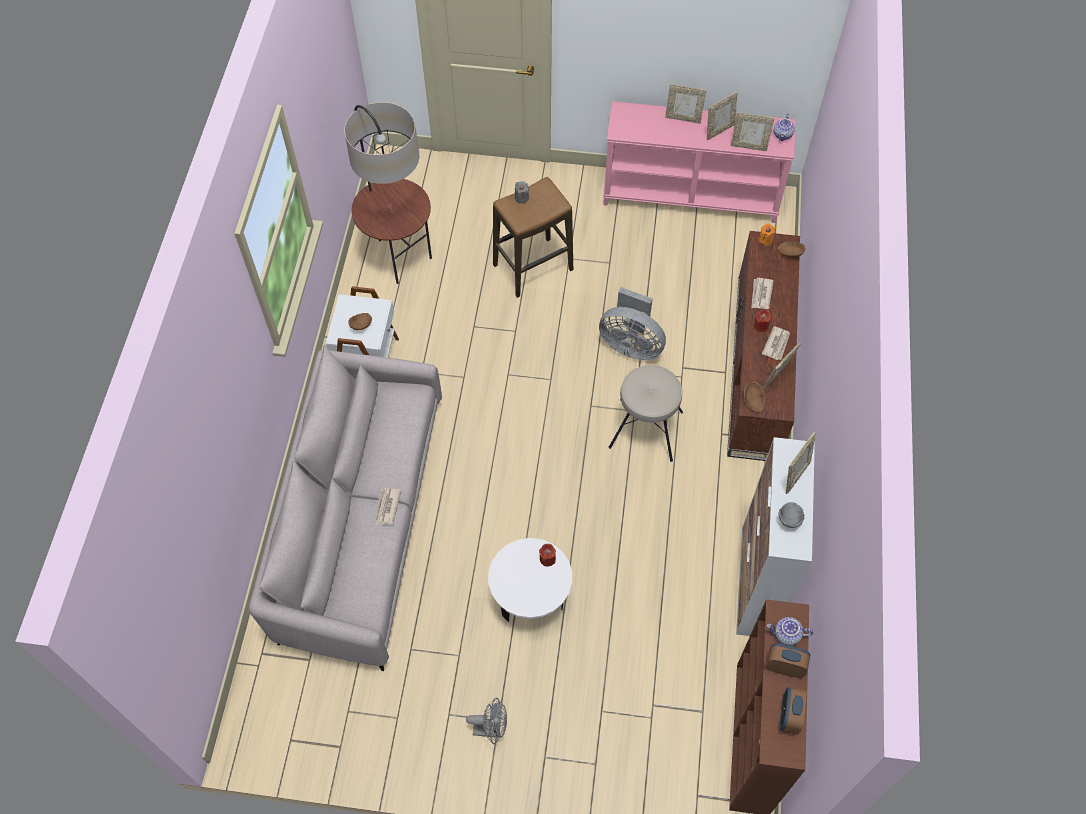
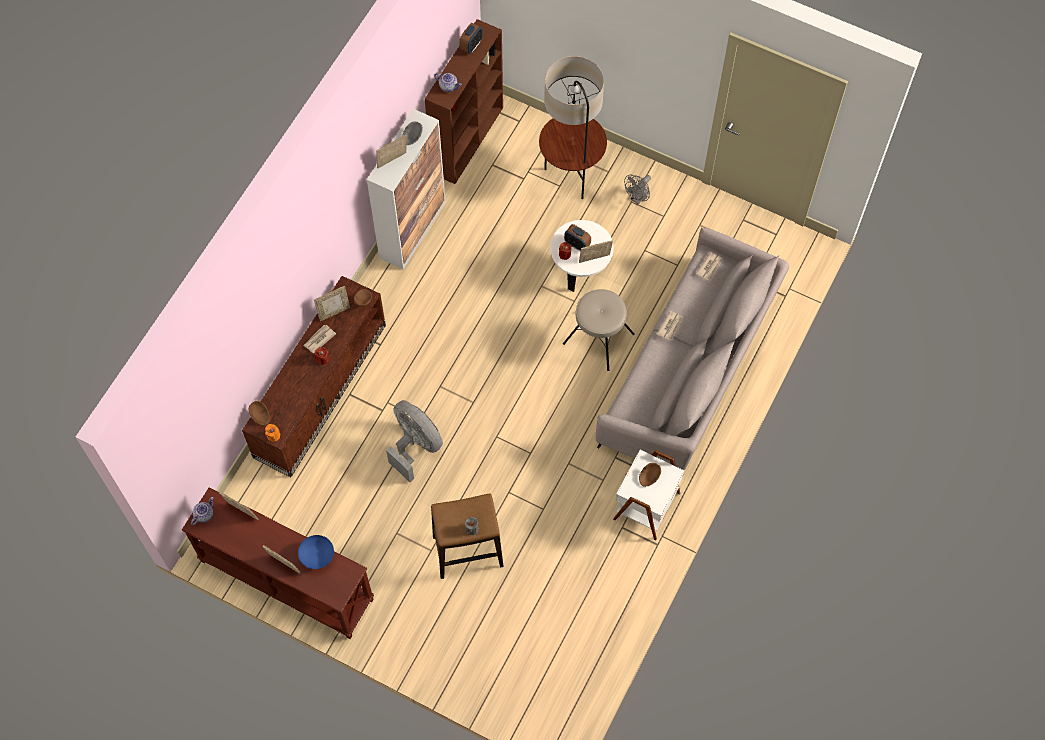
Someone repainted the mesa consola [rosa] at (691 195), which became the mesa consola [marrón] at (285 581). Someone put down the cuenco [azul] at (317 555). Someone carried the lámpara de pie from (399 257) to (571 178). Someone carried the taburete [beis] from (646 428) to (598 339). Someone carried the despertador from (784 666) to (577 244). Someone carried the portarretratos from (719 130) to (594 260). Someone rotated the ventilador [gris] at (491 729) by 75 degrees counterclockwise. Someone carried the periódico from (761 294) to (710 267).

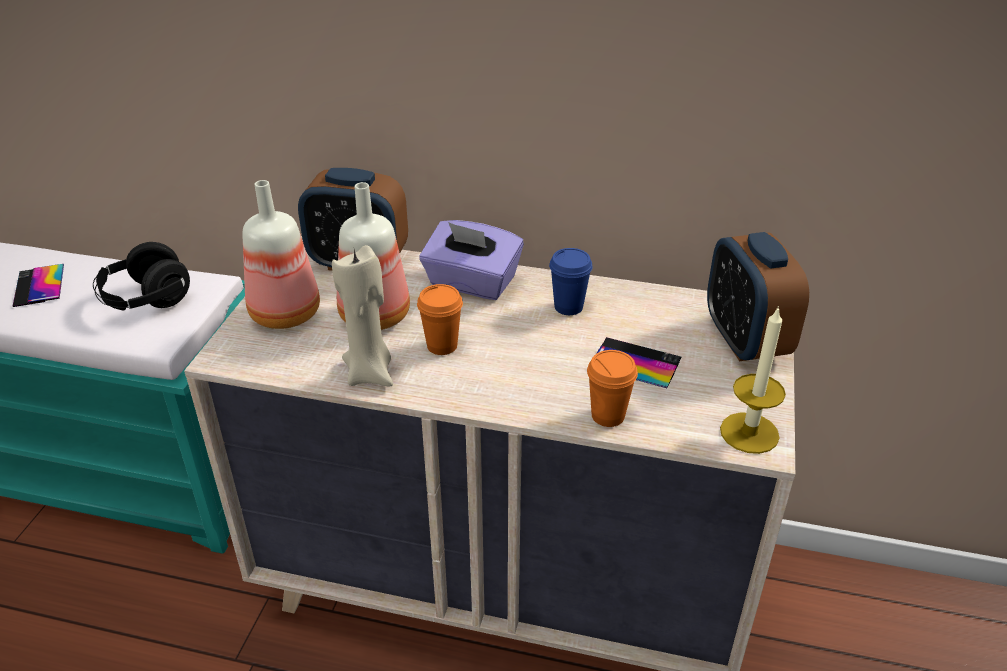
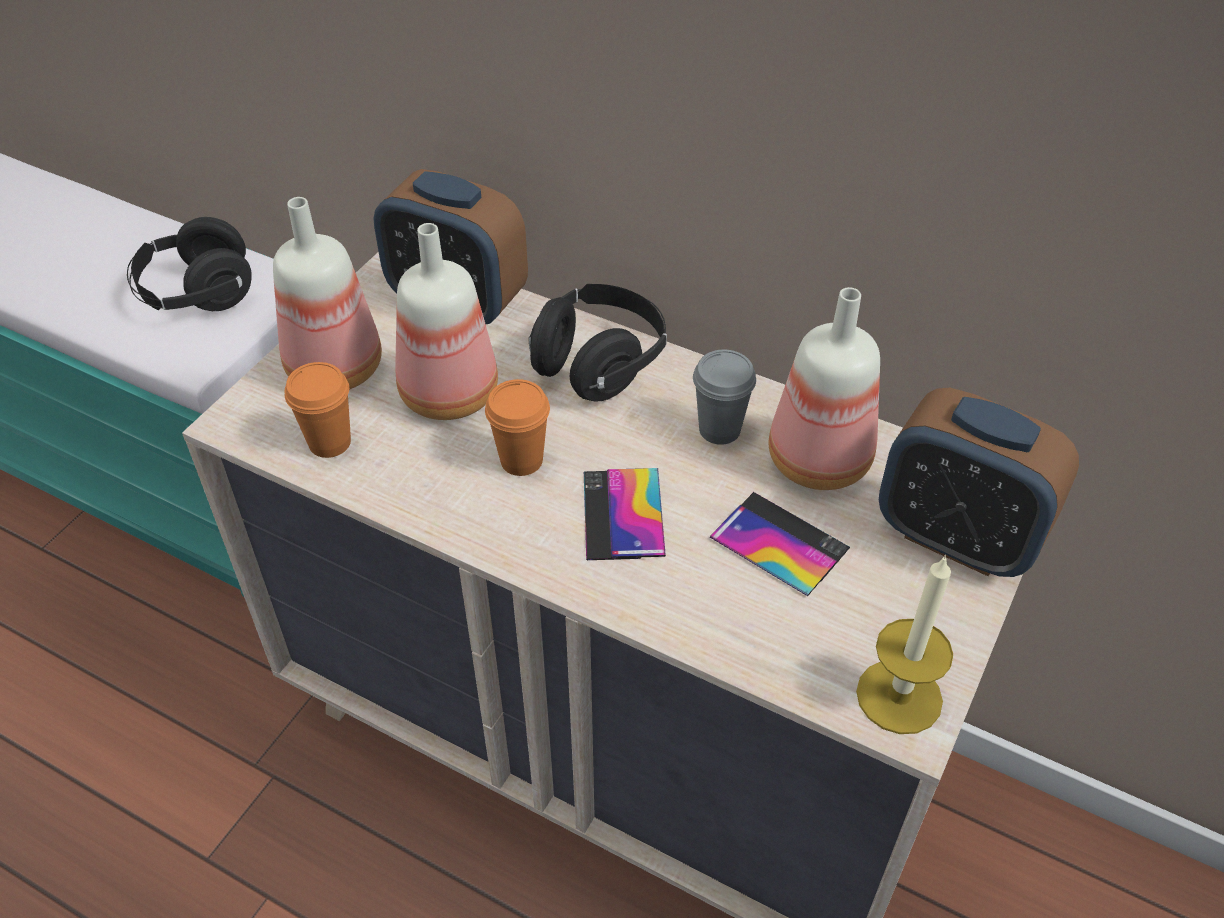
Someone carried the taza [naranja] from (608 416) to (329 442). Someone swapped the caja de pañuelos [morado] at (471 283) for the auriculares [negro] at (598 364). Someone carried the móvil from (39 285) to (623 514). Someone repainted the taza [azul] at (568 307), which became the taza [gris] at (719 430). Someone put down the botella at (820 463). Someone rotated the despertador at (745 340) by 60 degrees counterclockwise. Someone took away the vela [beis] at (370 373).

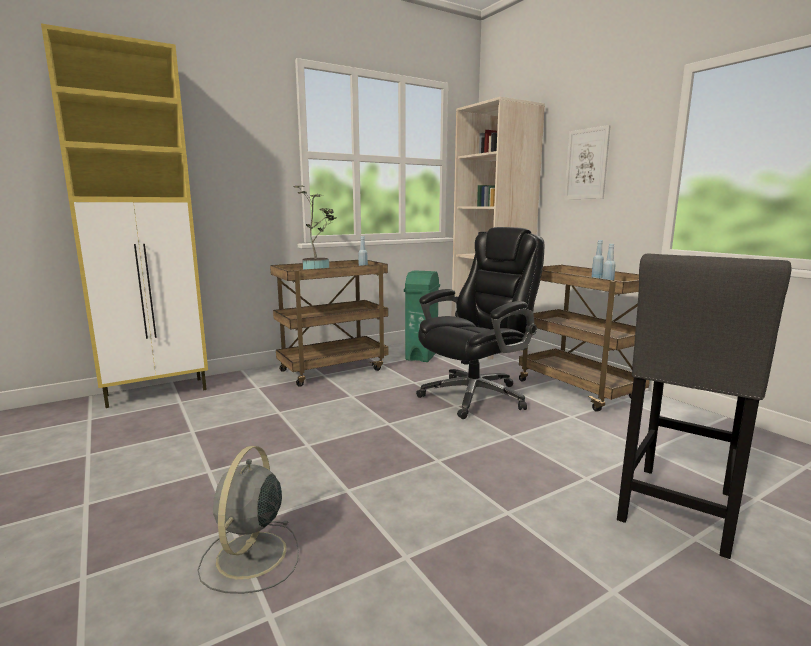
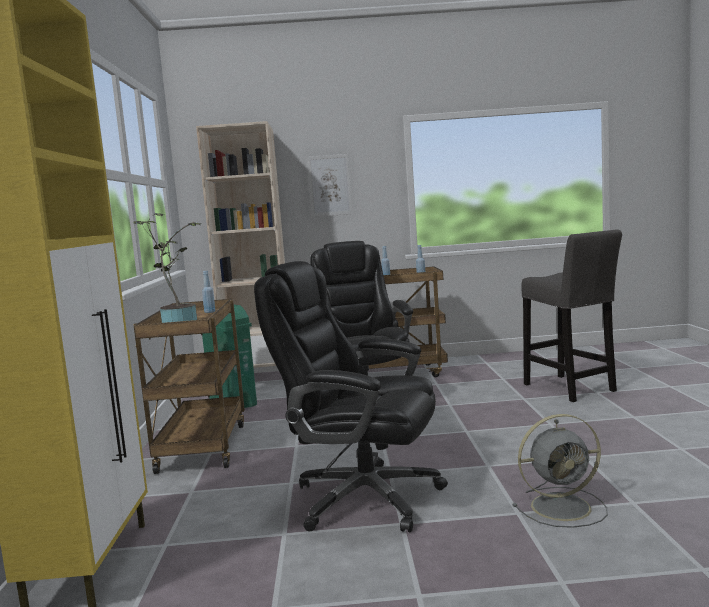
Someone put down the silla de oficina [negro] at (363 497). Someone rotated the ventilador [gris] at (250 557) by 45 degrees counterclockwise.

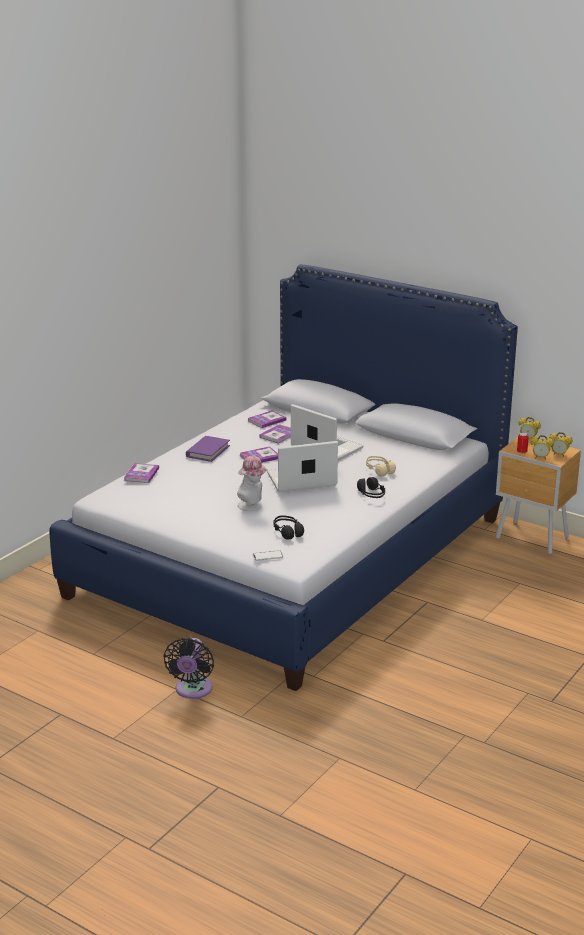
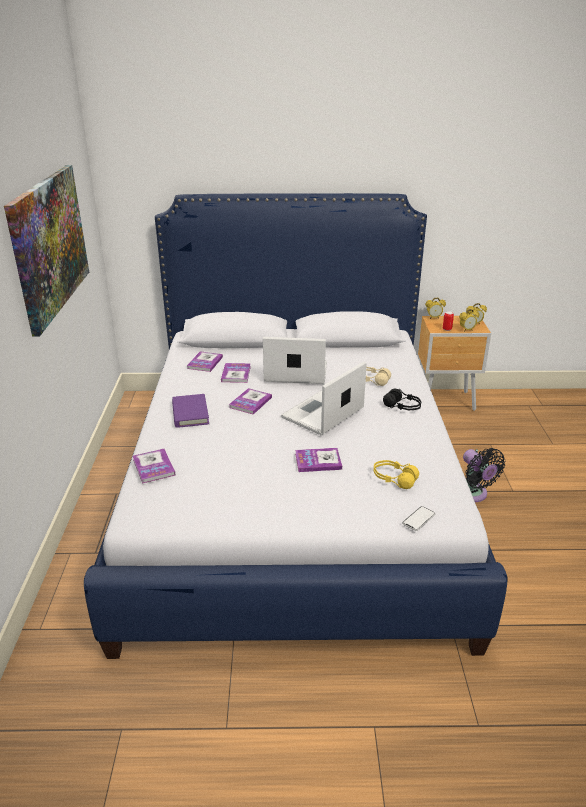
Someone put up the cuadro at (49 244). Someone swapped the sombrero at (252 506) for the libro at (318 461). Someone repainted the auriculares [negro] at (287 532), which became the auriculares [amarillo] at (394 479). Someone carried the ventilador [negro] from (192 690) to (472 494).

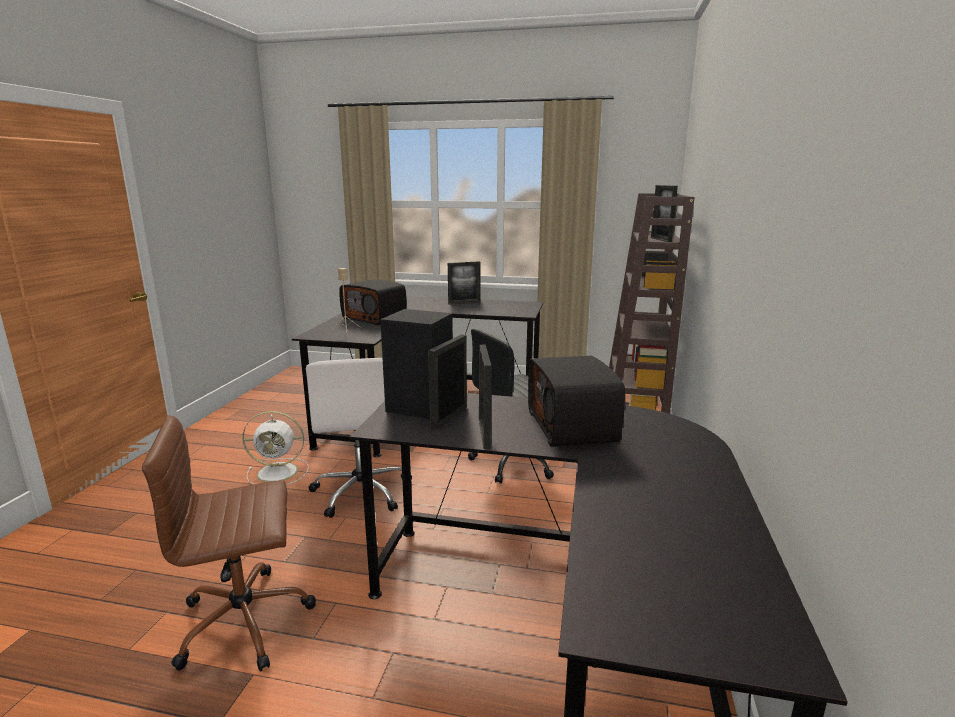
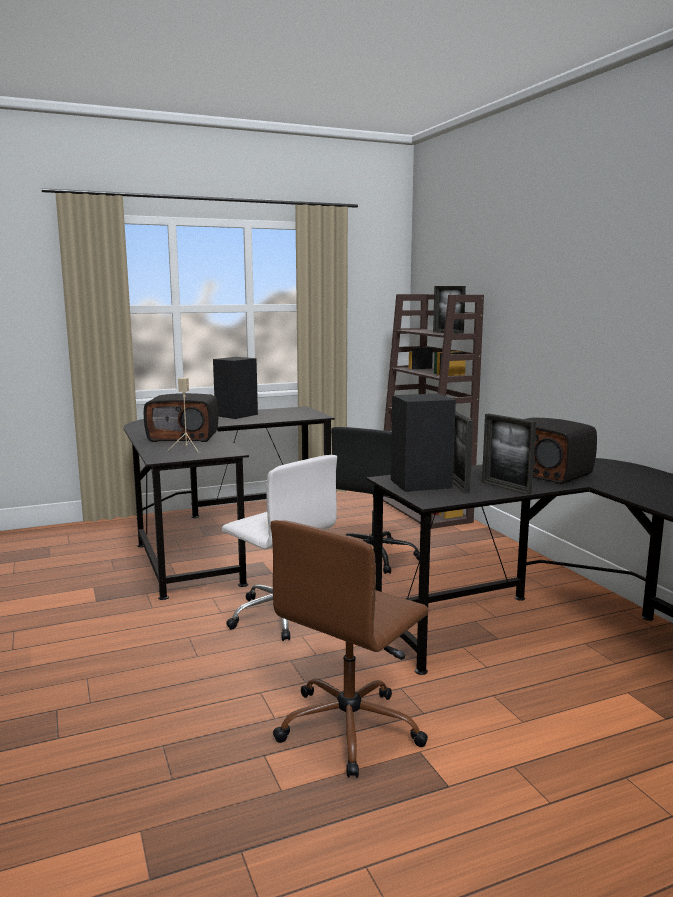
Someone swapped the portarretratos at (464 303) for the altavoz [negro] at (237 415). Someone took away the ventilador [blanco] at (279 472).

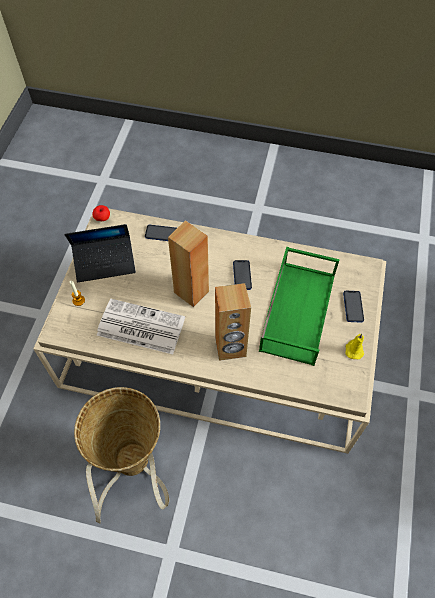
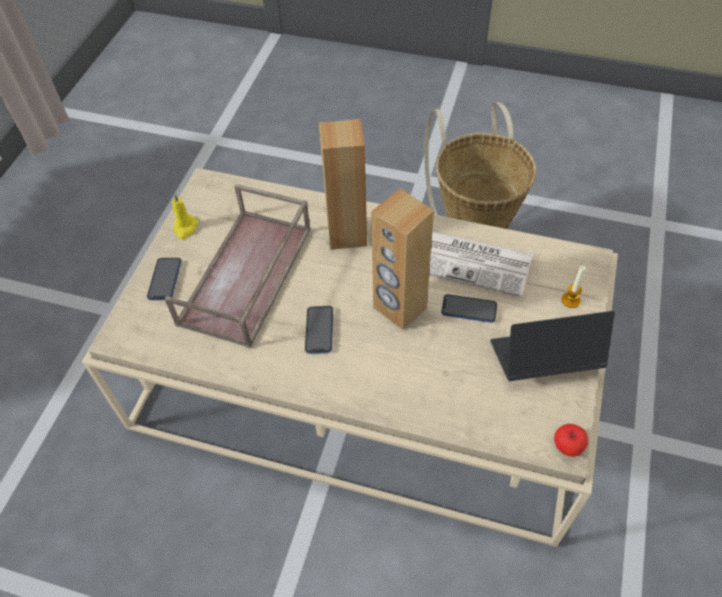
Someone repainted the bandeja [verde] at (297 310), which became the bandeja [marrón] at (247 277). Someone carried the móvil from (162 234) to (469 309).

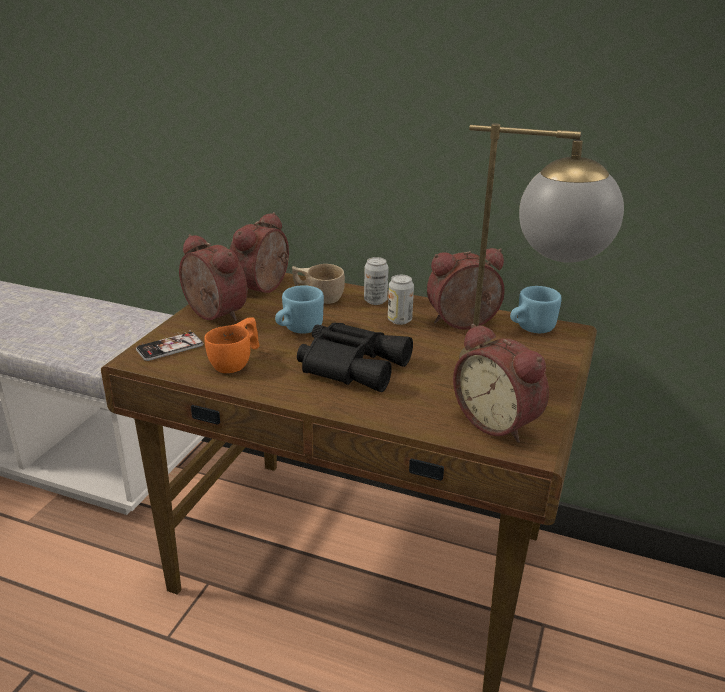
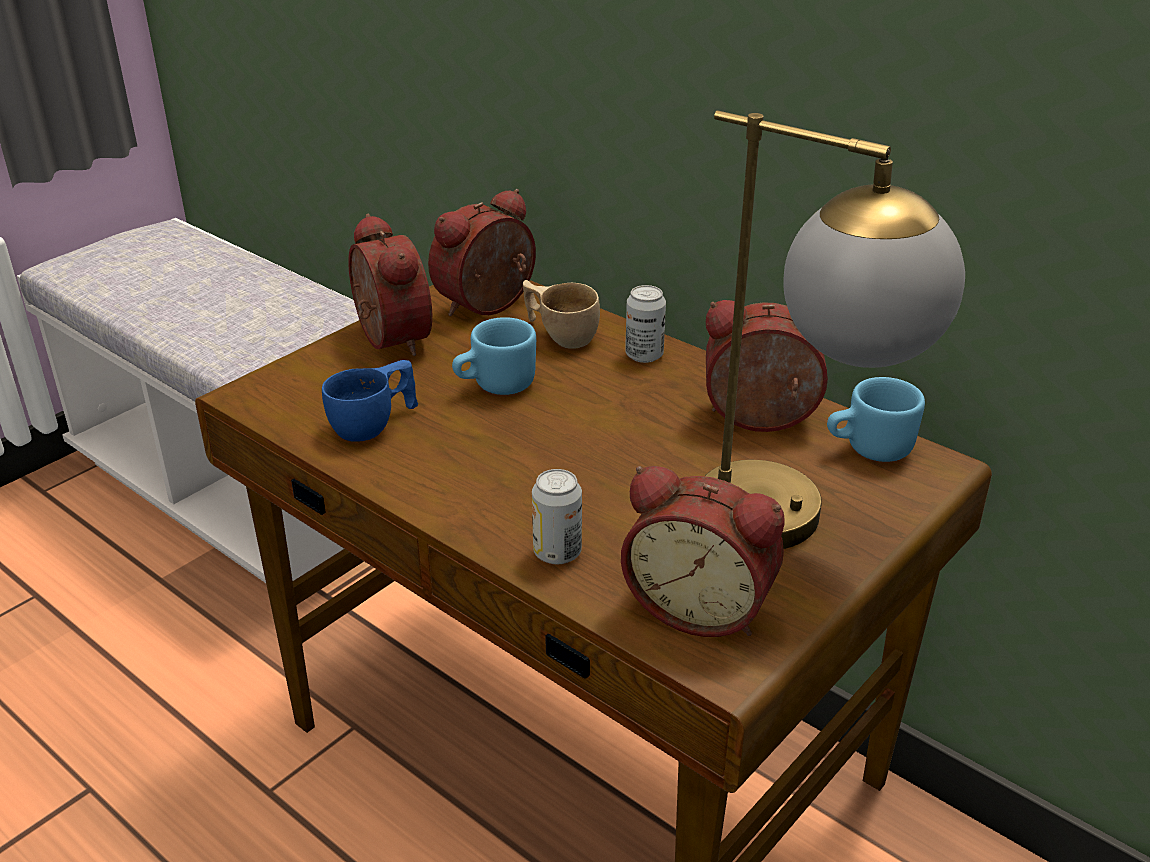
Someone repainted the taza [naranja] at (237 362), which became the taza [azul] at (375 425). Someone carried the lata from (399 320) to (557 552). Someone rotated the despertador at (499 421) by 45 degrees counterclockwise. Someone took away the móvil at (170 347). Someone took away the prismáticos [negro] at (353 364).

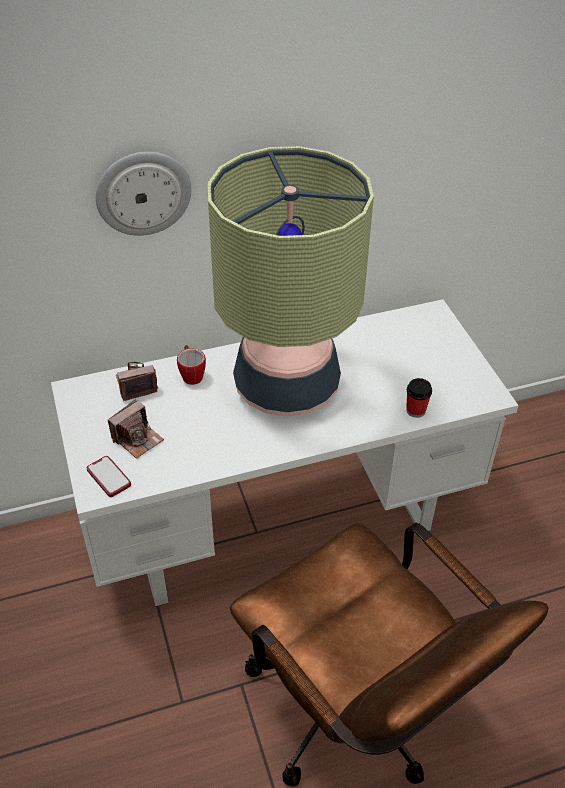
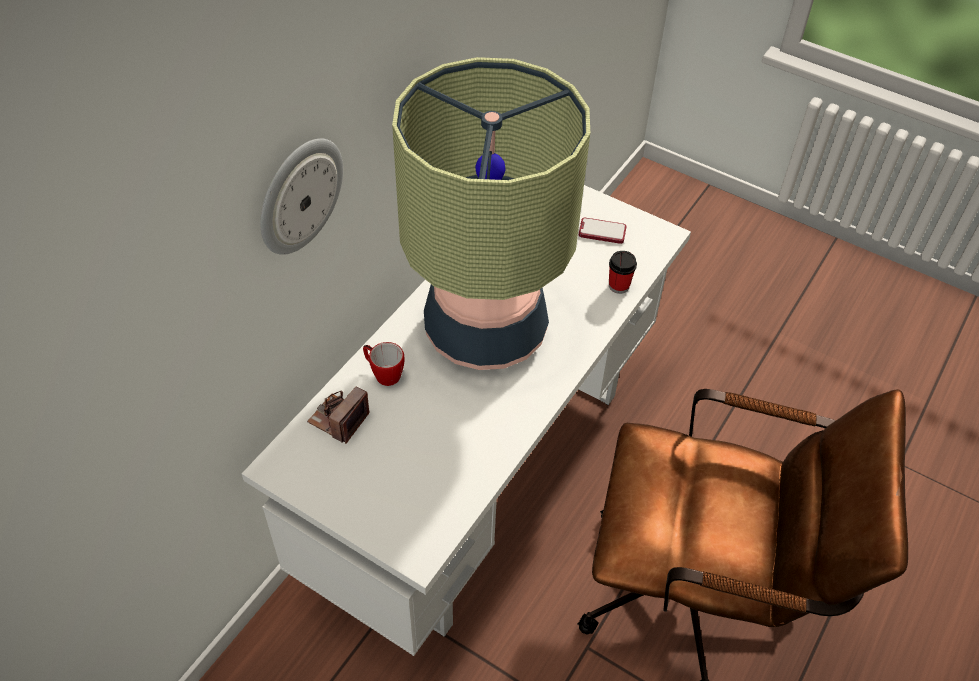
Someone carried the móvil from (109 477) to (602 232). Someone took away the cámara at (137 439).

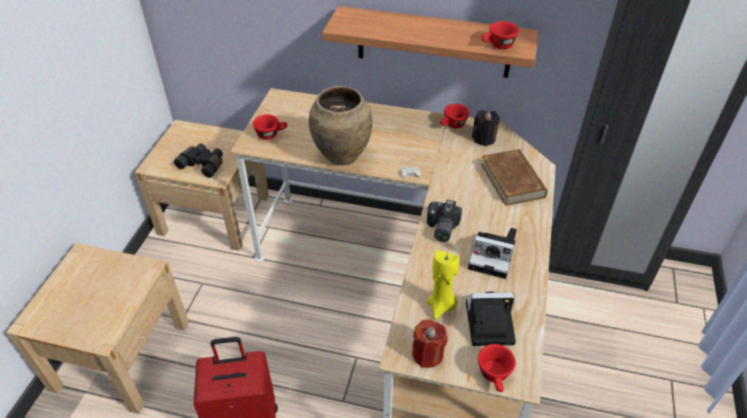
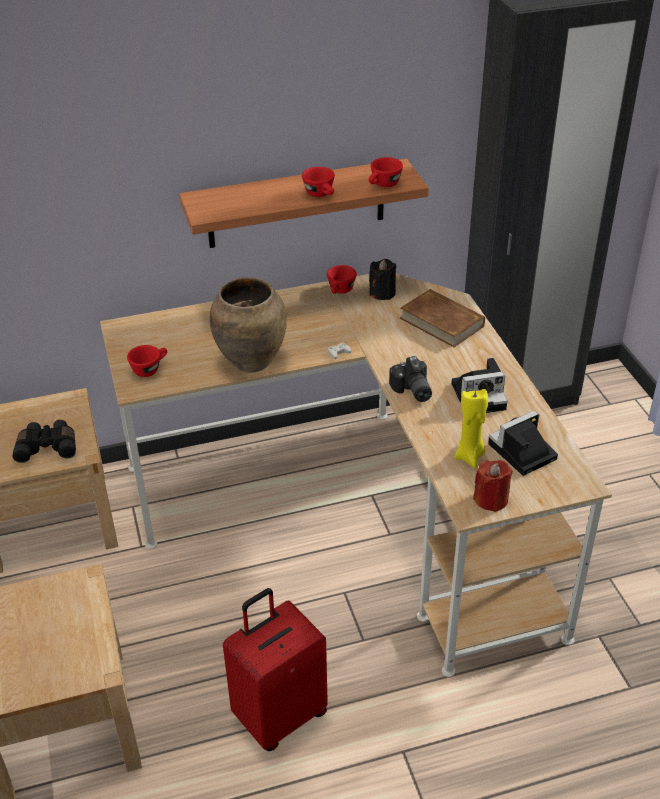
Someone carried the taza [rojo] from (495 377) to (321 195).

